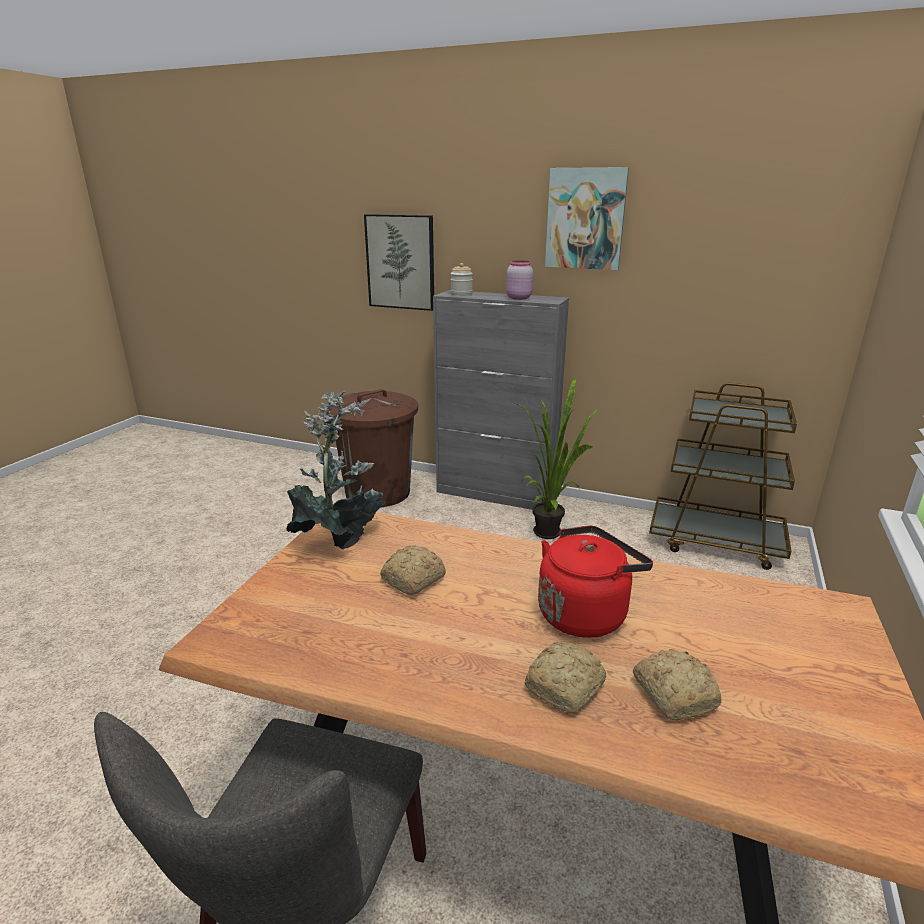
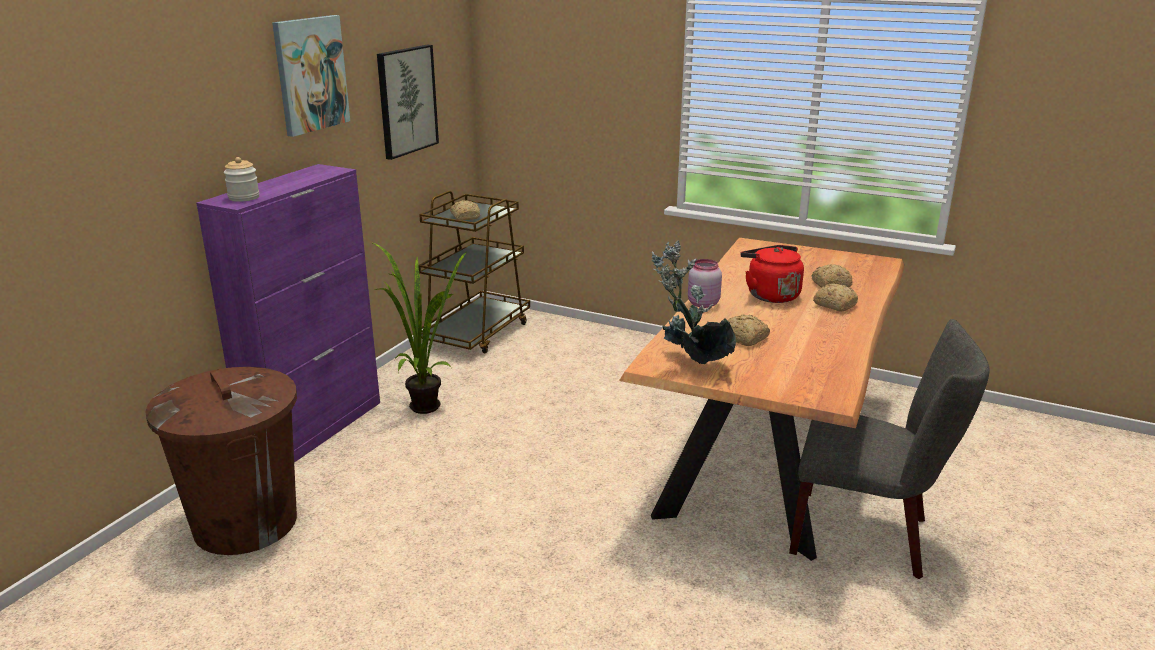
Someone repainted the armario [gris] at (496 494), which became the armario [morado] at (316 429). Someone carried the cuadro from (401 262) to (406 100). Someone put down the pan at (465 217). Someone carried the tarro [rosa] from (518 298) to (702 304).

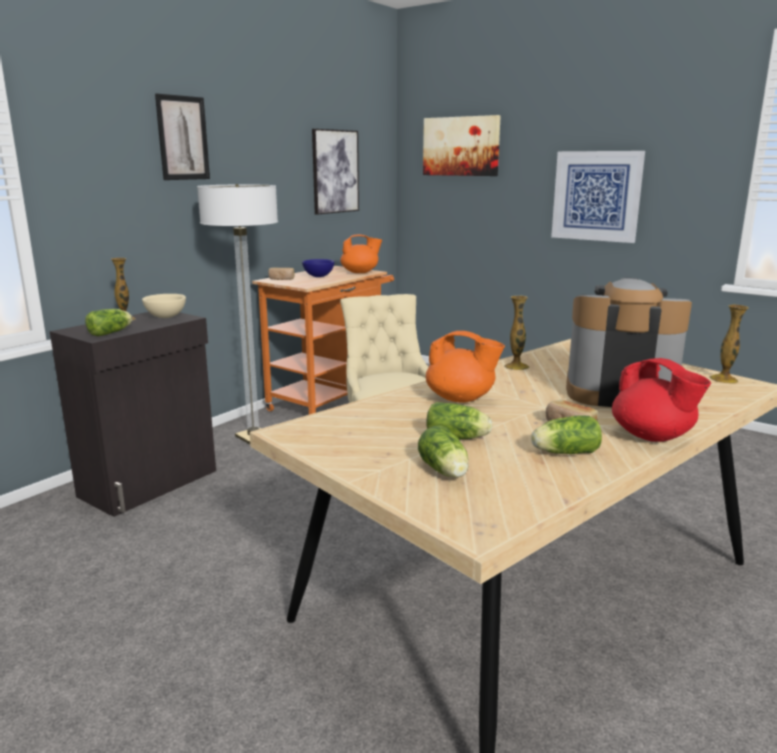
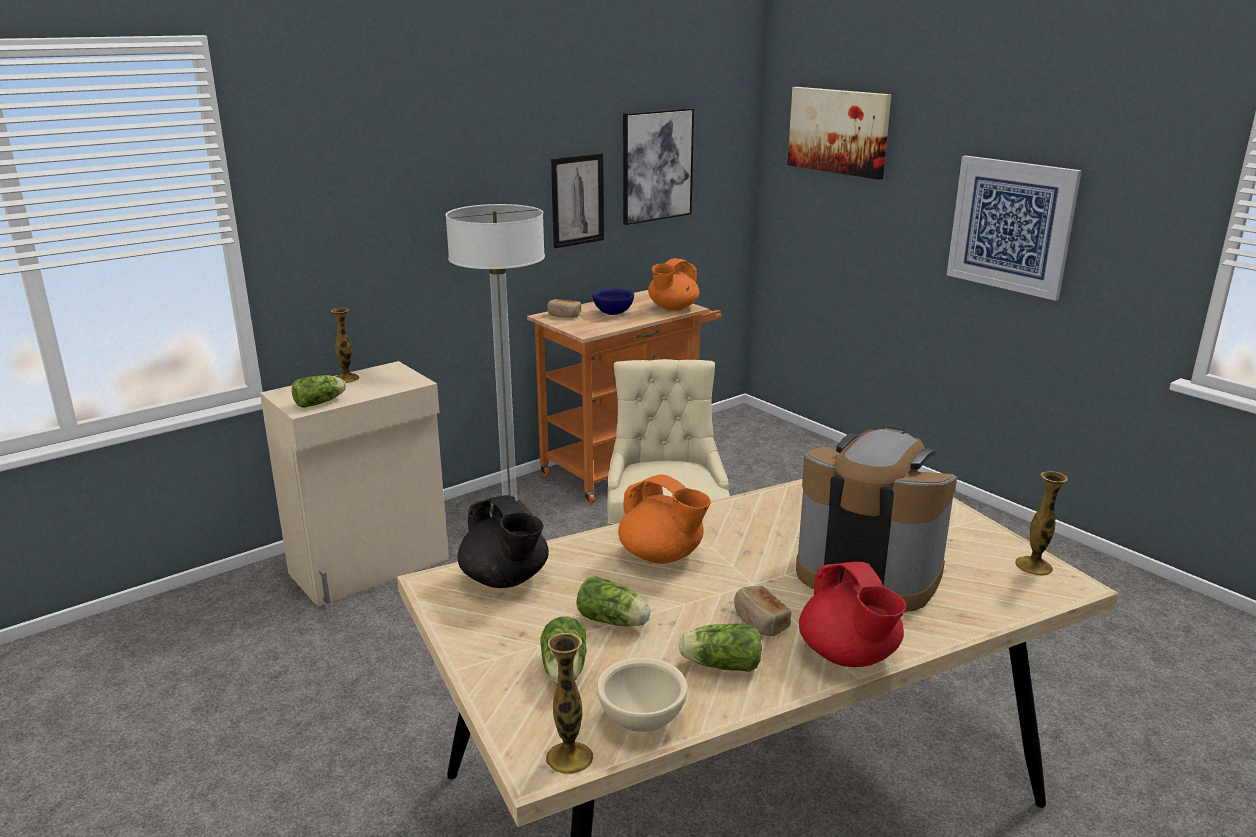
Someone repainted the armario [negro] at (151 483), which became the armario [beis] at (371 566). Someone put down the tetera [negro] at (505 579). Someone carried the florero from (516 367) to (569 758). Someone carried the cuadro from (183 138) to (577 200). Someone carried the cuenco [beis] from (166 317) to (643 719). Someone rotated the tetera [naranja] at (360 272) by 120 degrees clockwise.

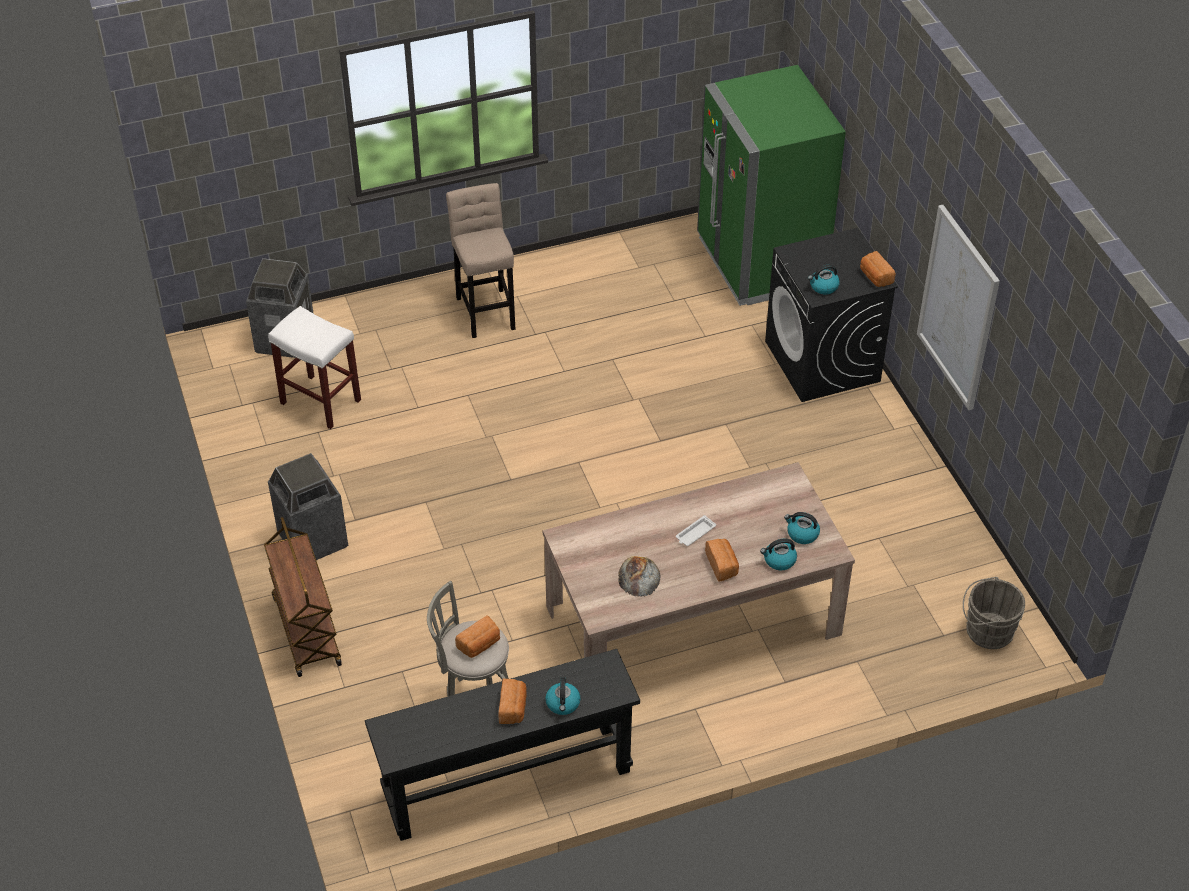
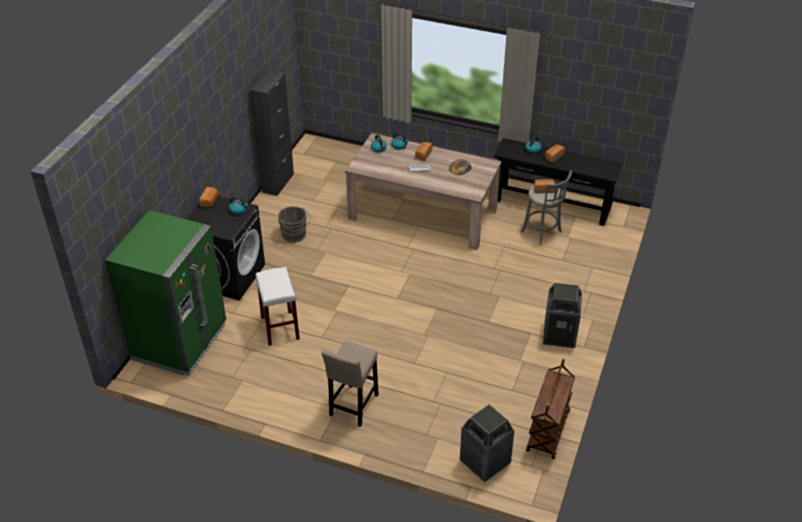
Someone put down the armario [negro] at (278 183). Someone carried the taburete [blanco] from (319 401) to (280 328). Someone carried the cubo [gris] from (986 631) to (295 236). Someone carried the carrito [marrón] from (306 630) to (548 431). Someone took away the cuadro at (958 308).

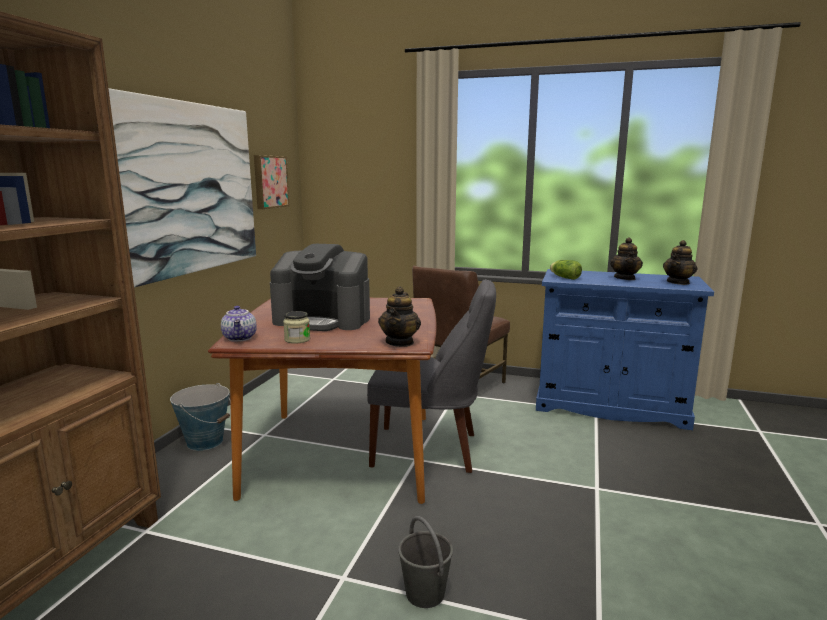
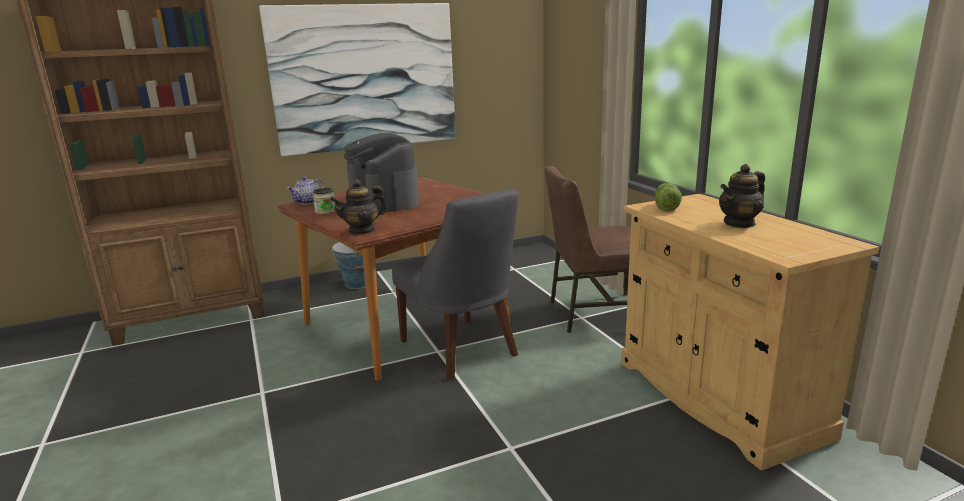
Someone repainted the armario [azul] at (610 406), which became the armario [beis] at (717 397). Someone took away the cuadro at (269 182). Someone took away the cubo [gris] at (425 593). Someone took away the tetera at (678 282).

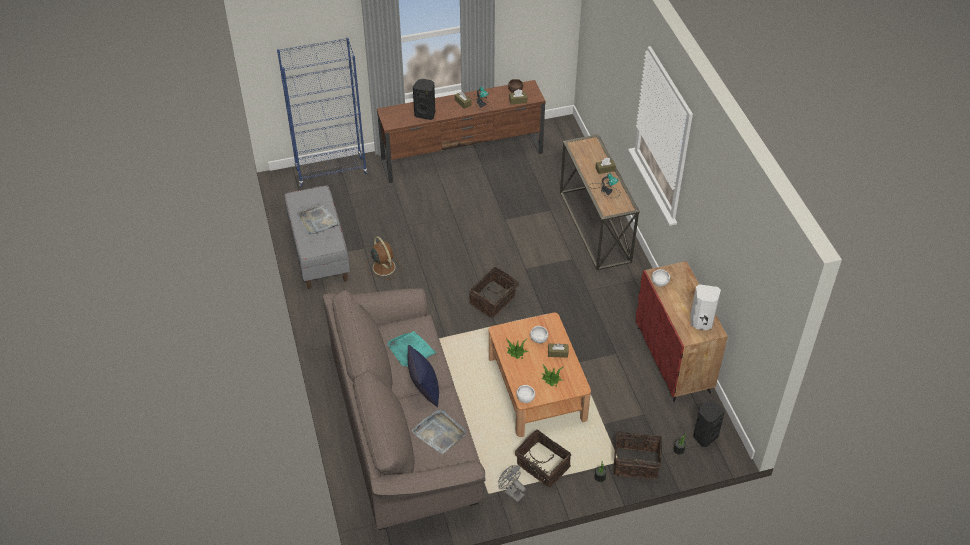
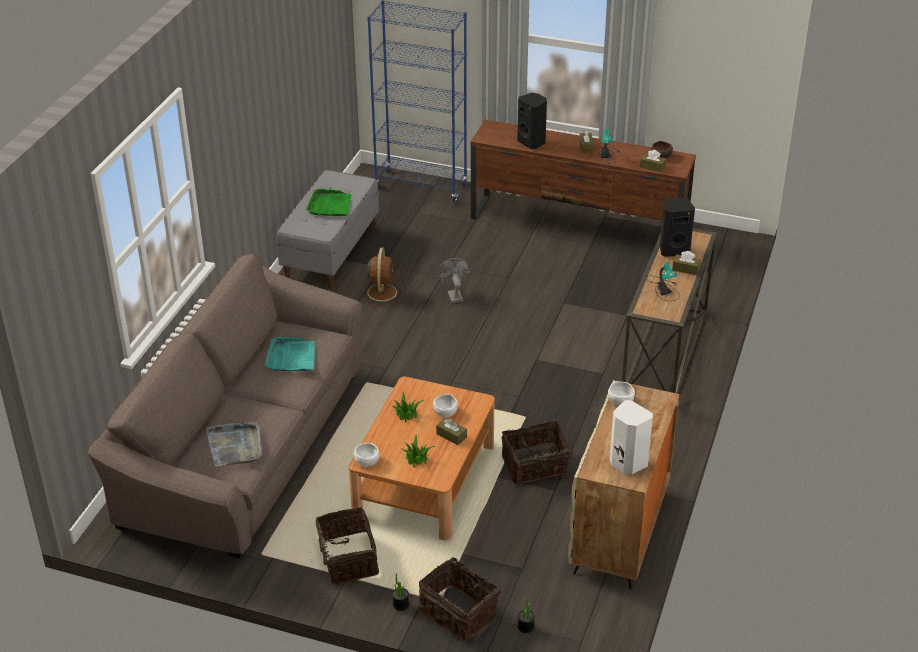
Someone repainted the bandeja [gris] at (317 221), which became the bandeja [verde] at (330 205). Someone carried the ventilador [gris] from (511 492) to (454 295). Someone carried the cesta from (493 301) to (535 466). Someone repainted the armario [rojo] at (674 360), which became the armario [beis] at (620 531). Someone carried the altavoz [negro] from (704 436) to (673 250). Someone took away the cojín [azul] at (424 390).

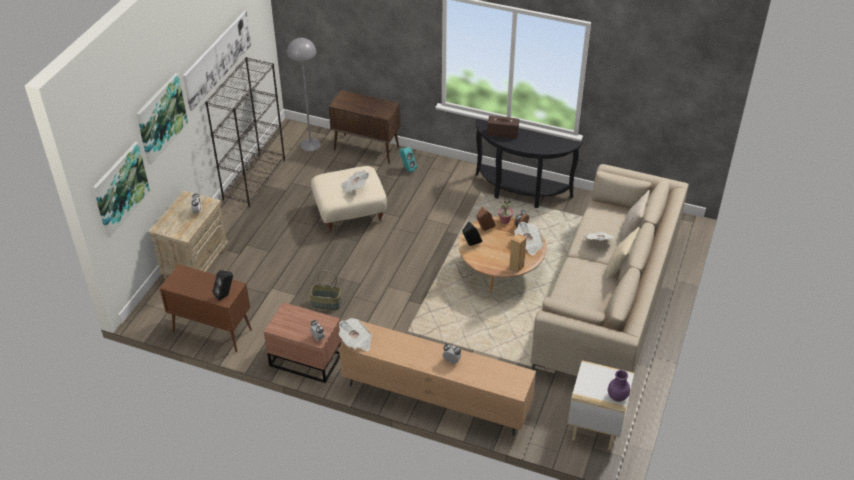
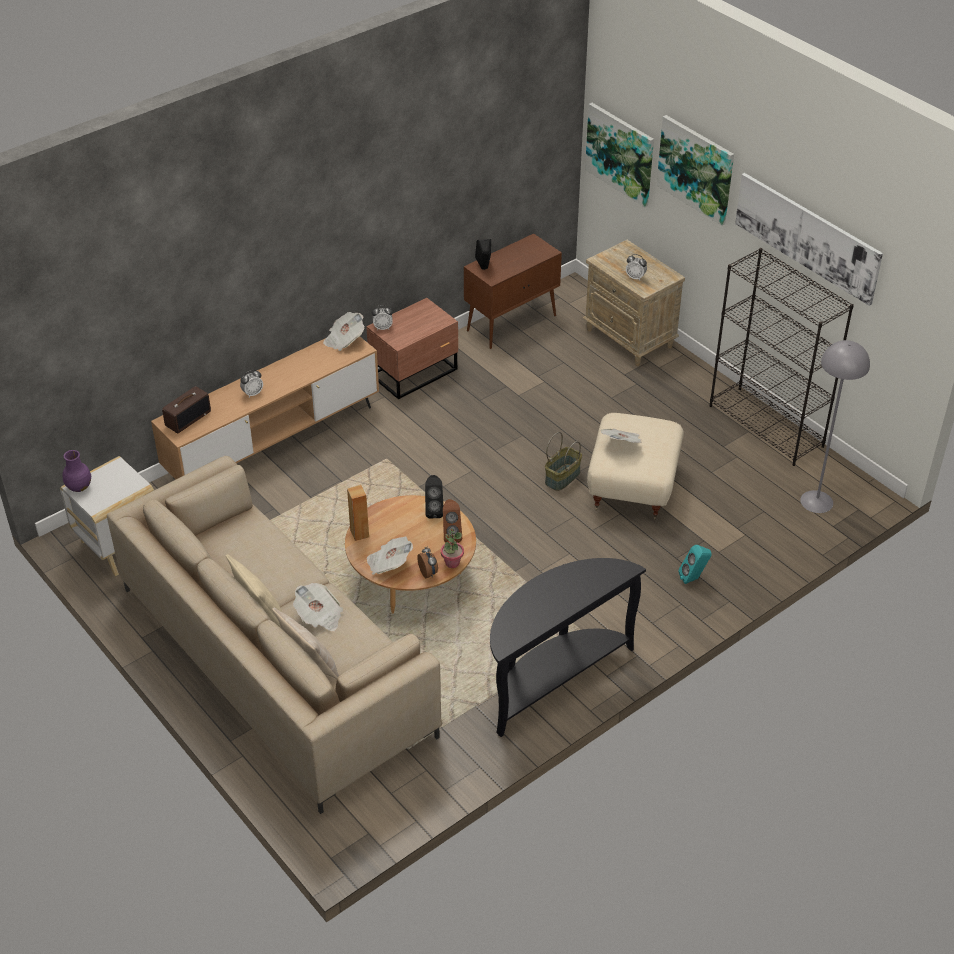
Someone carried the radio from (502 133) to (188 418). Someone carried the cesta from (326 304) to (562 477). Someone took away the armario [marrón] at (367 149).

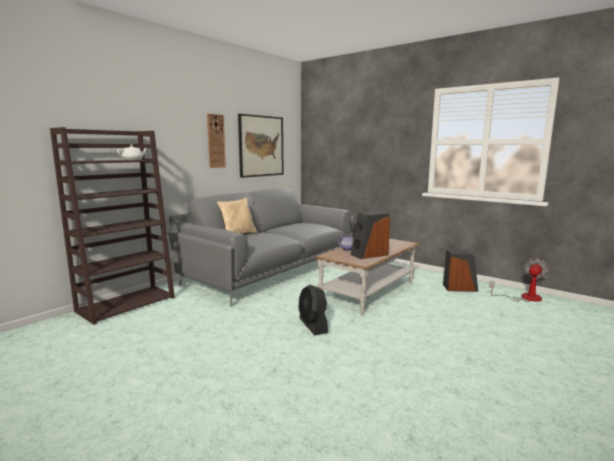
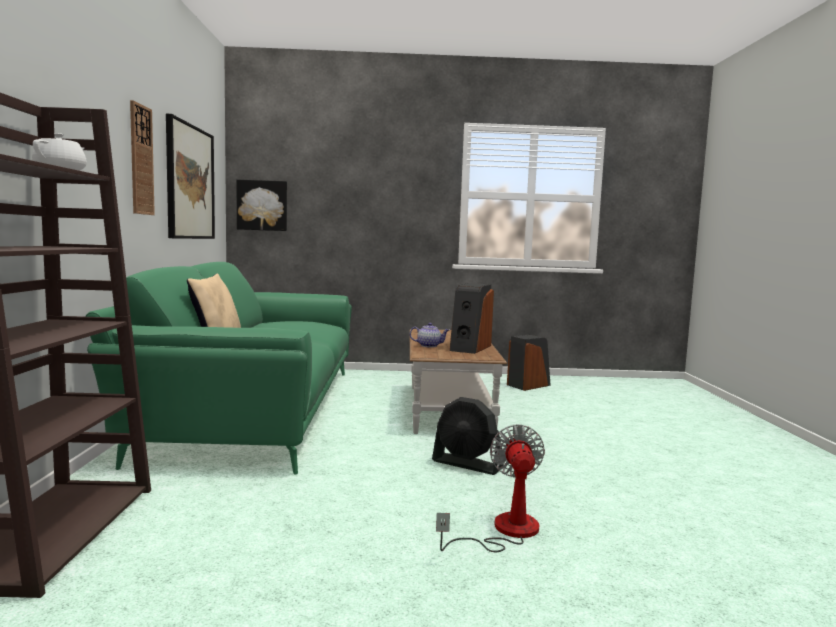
Someone repainted the sofá [gris] at (271 270), which became the sofá [verde] at (254 409). Someone put up the cuadro at (262 205). Someone carried the ventilador from (524 298) to (504 531).

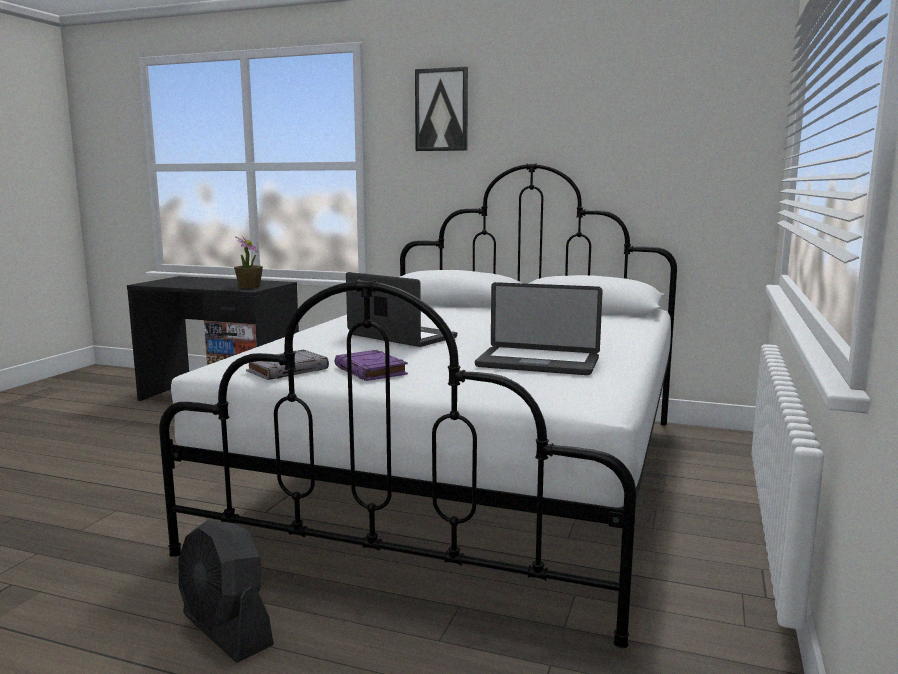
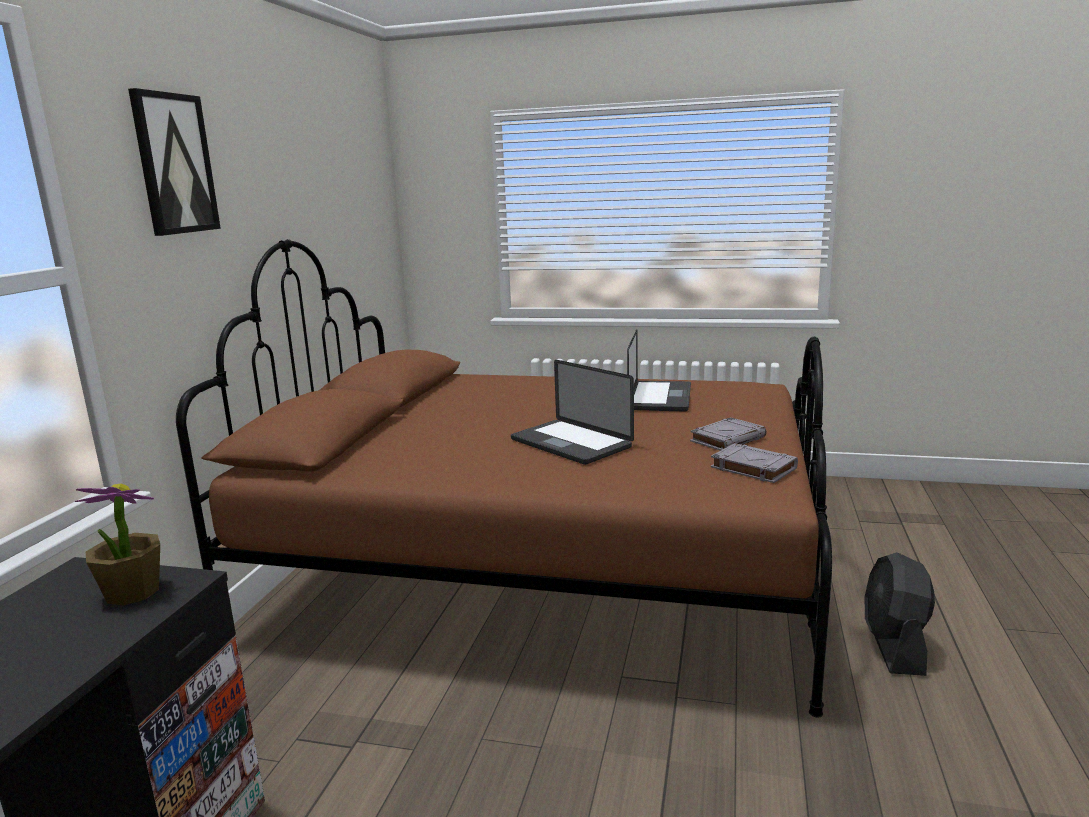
Someone repainted the cama [blanco] at (473 477), which became the cama [marrón] at (545 567). Someone rotated the portátil at (402 336) by 75 degrees counterclockwise. Someone repainted the libro [morado] at (371 371), which became the libro [gris] at (728 439). Someone rotated the ventilador [negro] at (226 630) by 150 degrees clockwise.

